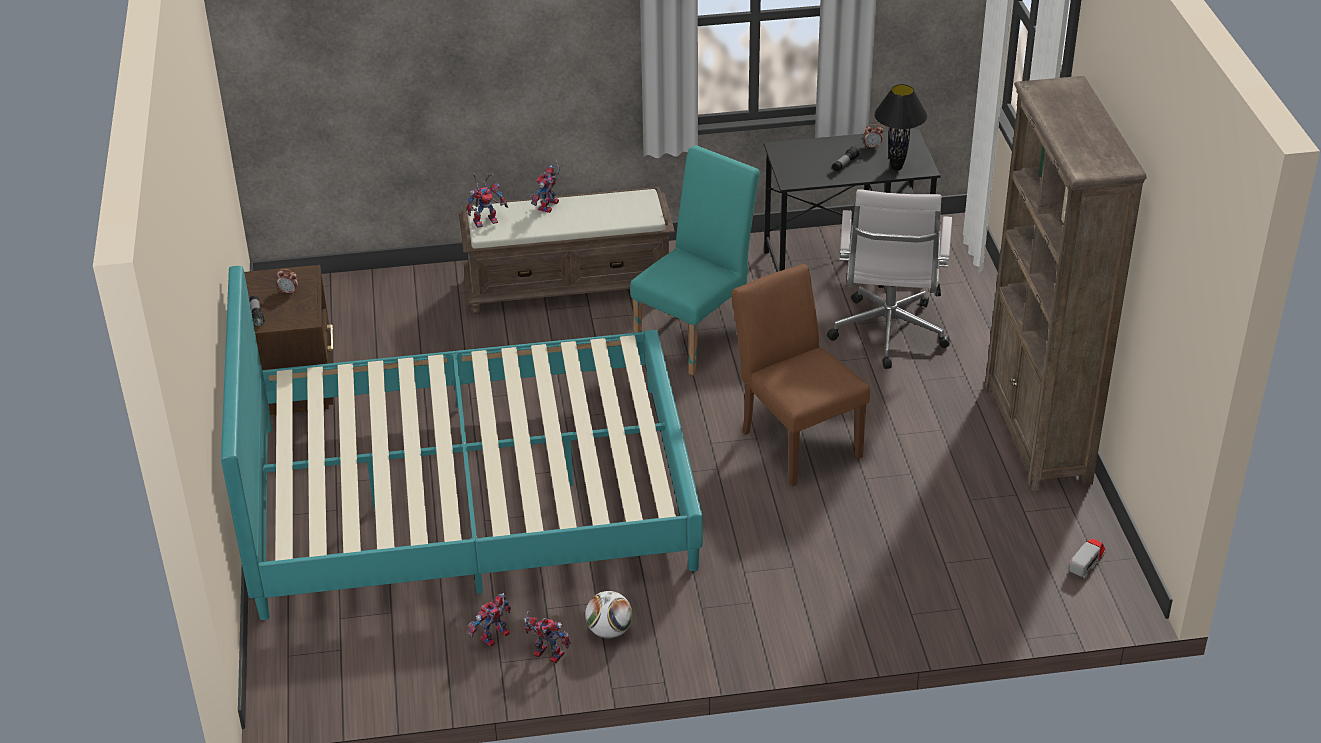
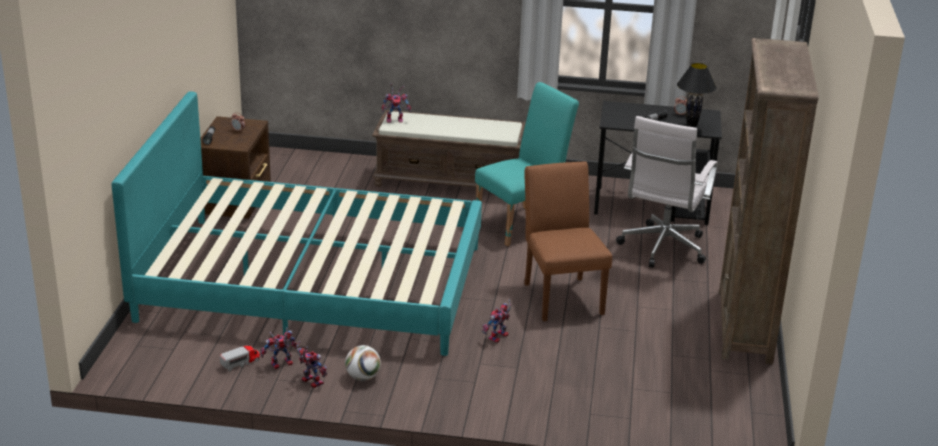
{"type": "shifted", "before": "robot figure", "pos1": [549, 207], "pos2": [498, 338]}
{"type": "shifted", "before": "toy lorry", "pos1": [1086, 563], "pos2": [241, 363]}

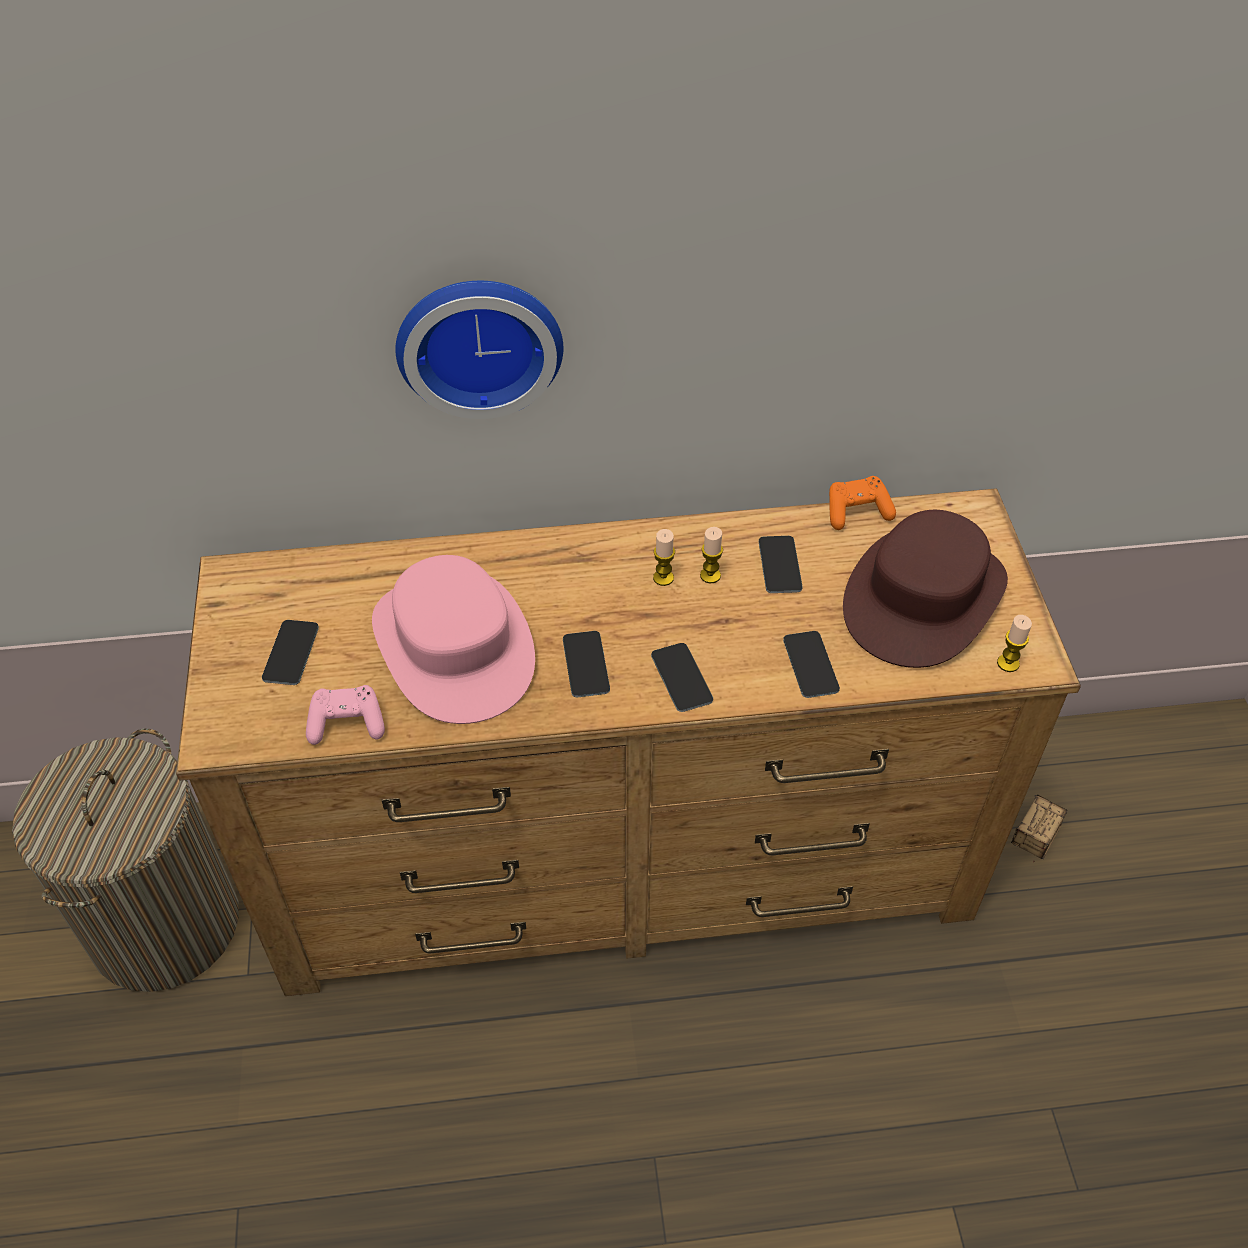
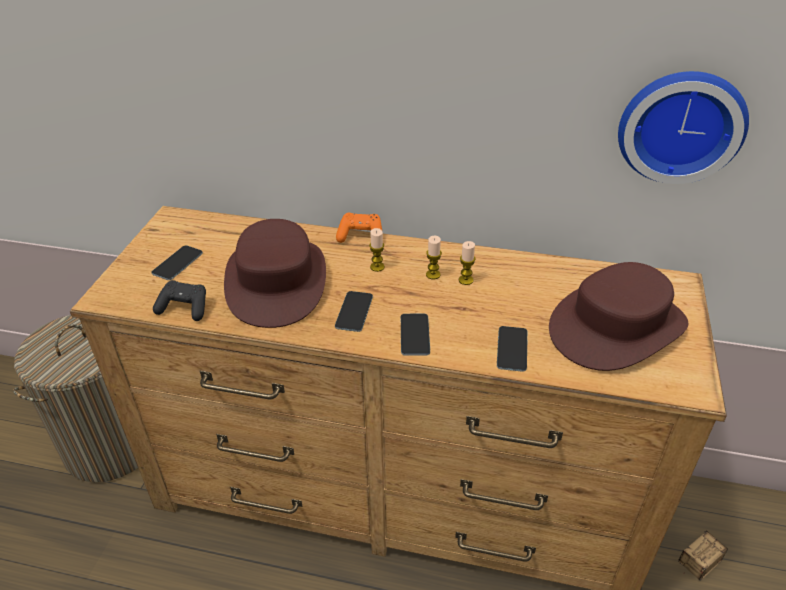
{"type": "shifted", "before": "hanging clock", "pos1": [479, 341], "pos2": [680, 125]}
{"type": "shifted", "before": "joypad (orangey)", "pos1": [857, 512], "pos2": [360, 236]}
{"type": "gone", "before": "phone", "pos1": [780, 565]}
{"type": "repainted", "before": "clothing hat (pinkish)", "after": "clothing hat (brown-coloured)", "pos1": [455, 645], "pos2": [277, 282]}
{"type": "shifted", "before": "wax light", "pos1": [1008, 663], "pos2": [377, 267]}
{"type": "repainted", "before": "joypad (pinkish)", "after": "joypad (blackish)", "pos1": [347, 723], "pos2": [184, 308]}

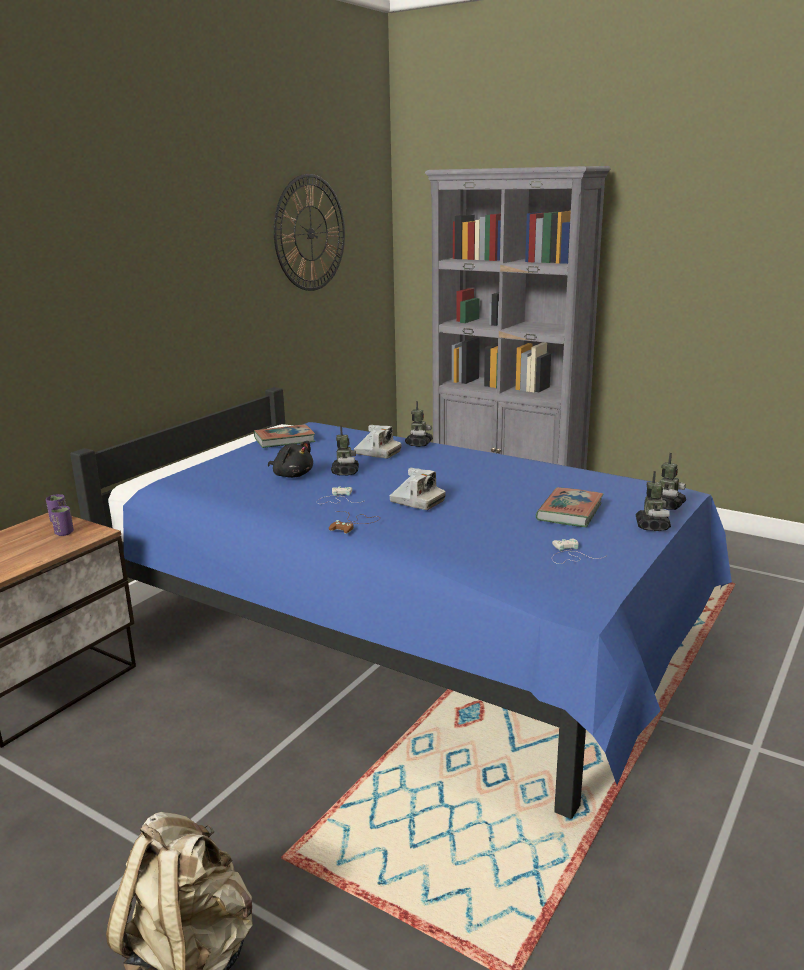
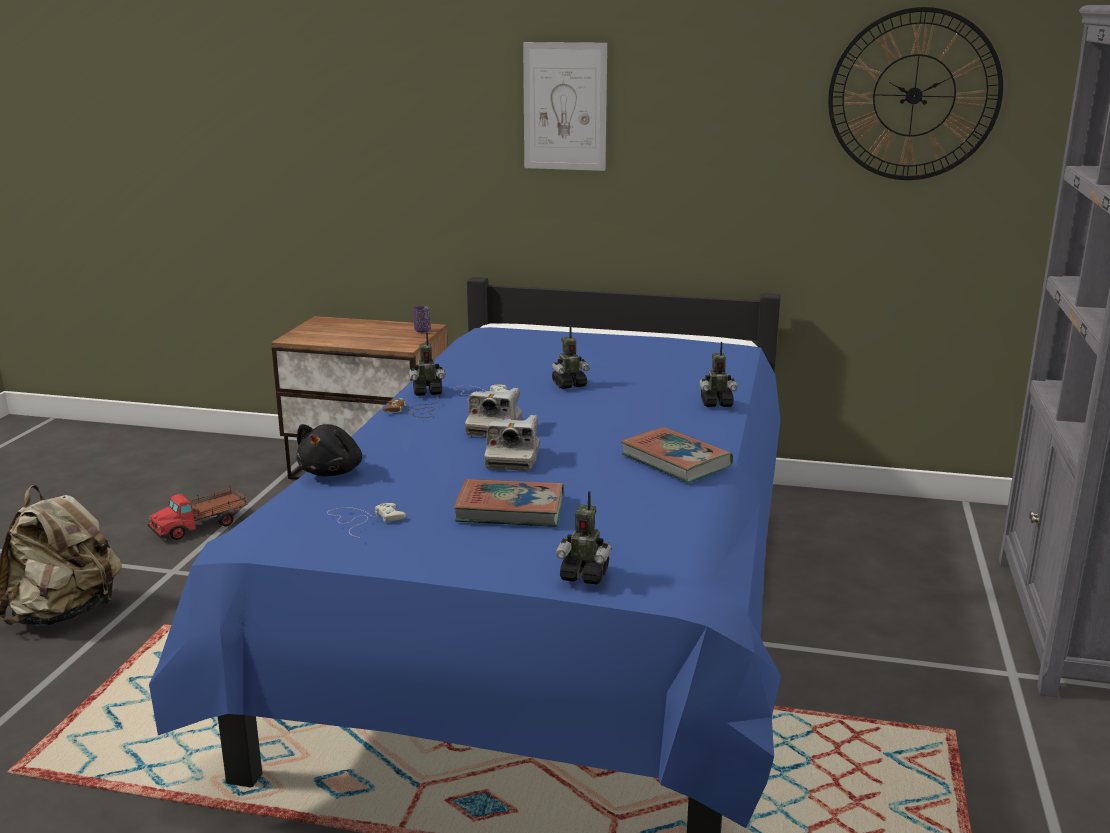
{"type": "shifted", "before": "volume", "pos1": [284, 440], "pos2": [676, 461]}
{"type": "shifted", "before": "photo camera", "pos1": [377, 453], "pos2": [513, 459]}
{"type": "shifted", "before": "cuddly toy (blackish)", "pos1": [292, 475], "pos2": [332, 472]}
{"type": "shifted", "before": "robot figure", "pos1": [652, 526], "pos2": [427, 392]}
{"type": "gone", "before": "cup (purple)", "pos1": [64, 533]}
{"type": "new", "after": "wall art", "pos2": [565, 107]}
{"type": "new", "after": "toy lorry", "pos2": [201, 525]}

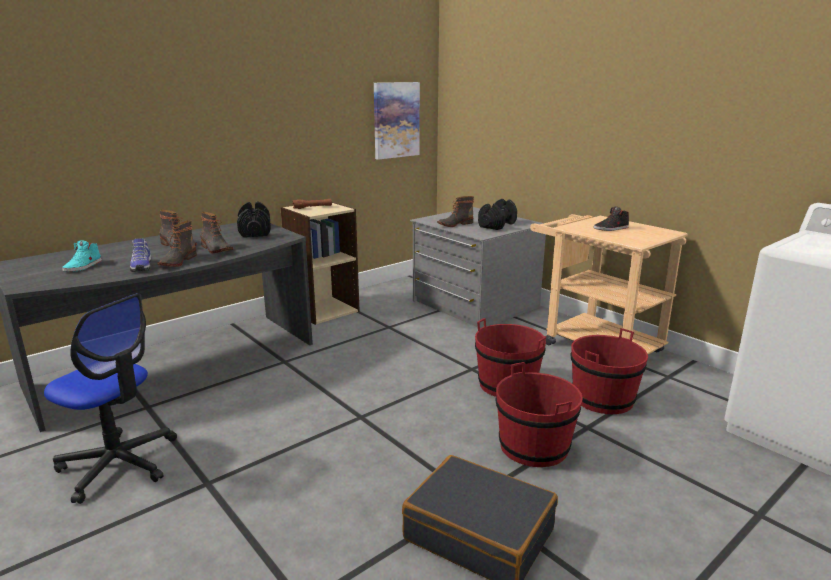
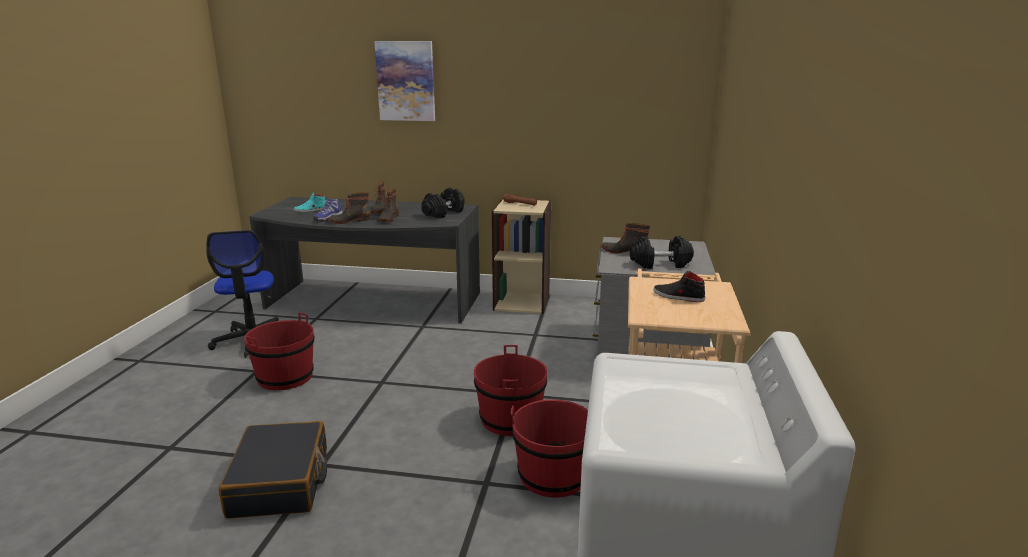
{"type": "shifted", "before": "wall art", "pos1": [396, 120], "pos2": [406, 81]}
{"type": "shifted", "before": "water bucket (red)", "pos1": [534, 446], "pos2": [285, 377]}

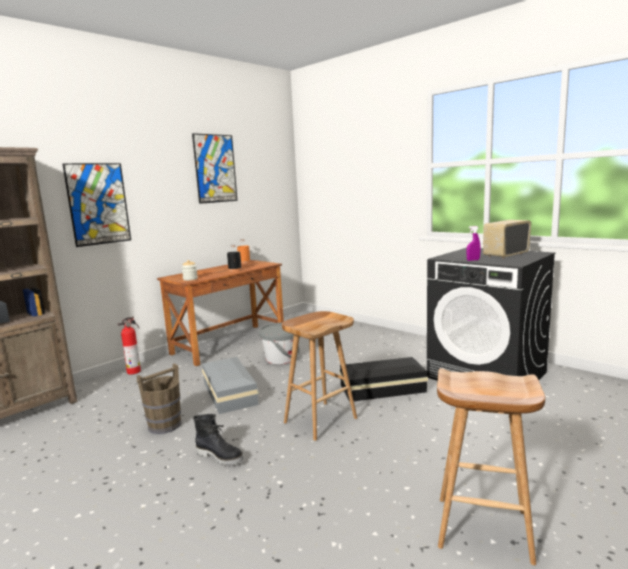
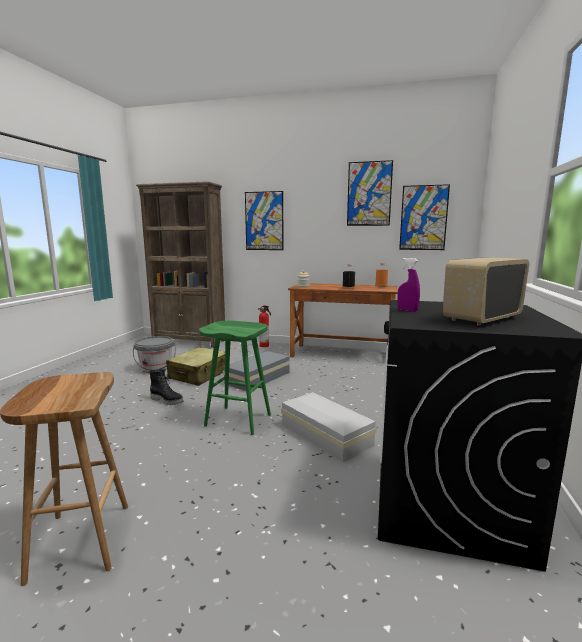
{"type": "rotated", "before": "radio set", "pos1": [505, 255], "pos2": [481, 319], "turn": -60}
{"type": "repainted", "before": "stool seat (brown-coloured)", "after": "stool seat (greenish)", "pos1": [320, 419], "pos2": [239, 420]}
{"type": "shifted", "before": "water bucket (gray)", "pos1": [281, 358], "pos2": [156, 368]}
{"type": "repainted", "before": "storage box (blackish)", "after": "storage box (whitish)", "pos1": [384, 388], "pos2": [326, 435]}
{"type": "swapped", "before": "water bucket (brown-coloured)", "after": "travel case (sand-coloured)", "pos1": [164, 425], "pos2": [199, 374]}
{"type": "rotated", "before": "high-top boot (blackish)", "pos1": [220, 457], "pos2": [167, 400], "turn": -60}
{"type": "new", "after": "wall art", "pos2": [423, 218]}

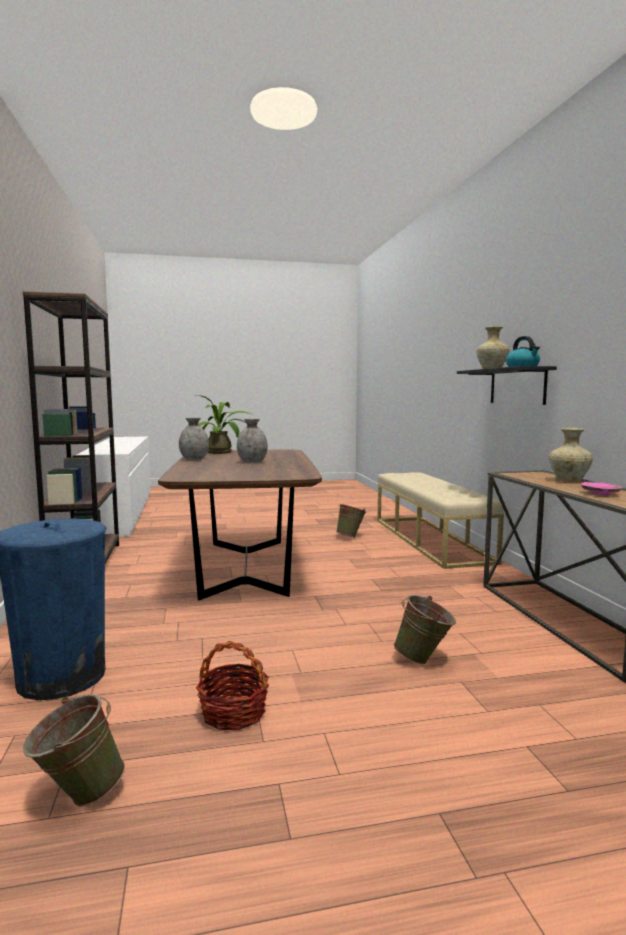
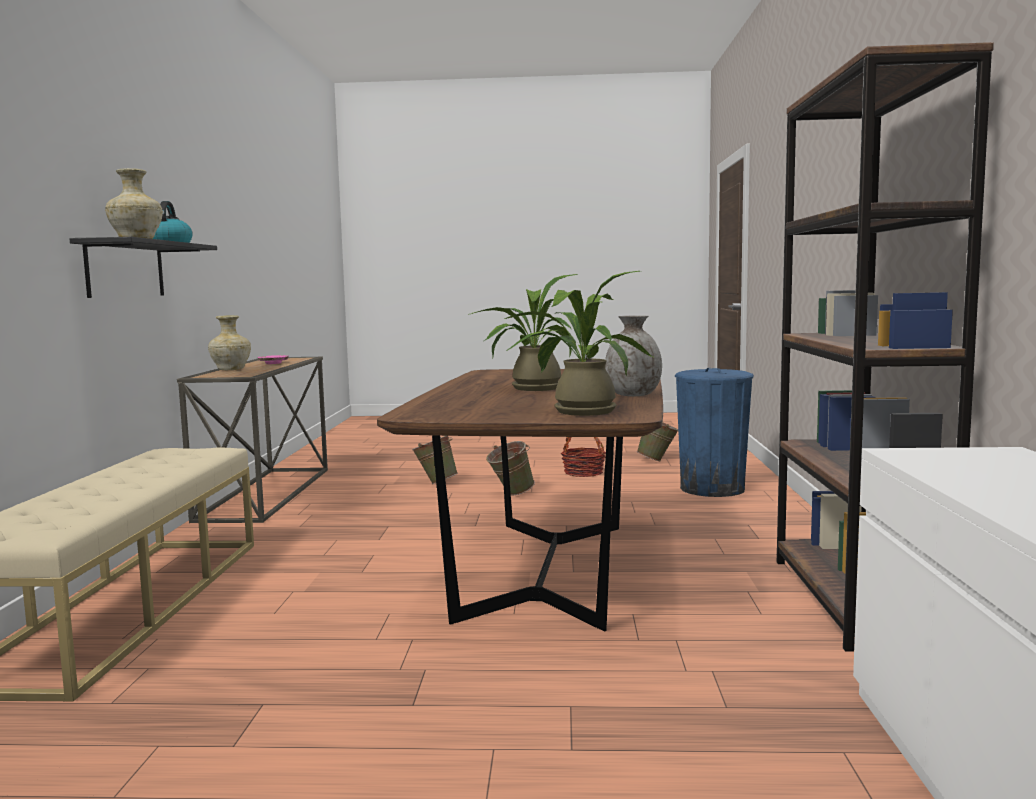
{"type": "swapped", "before": "decorative vase (gray)", "after": "potted plant", "pos1": [252, 462], "pos2": [530, 388]}
{"type": "shifted", "before": "water bucket (greenish)", "pos1": [350, 537], "pos2": [510, 494]}

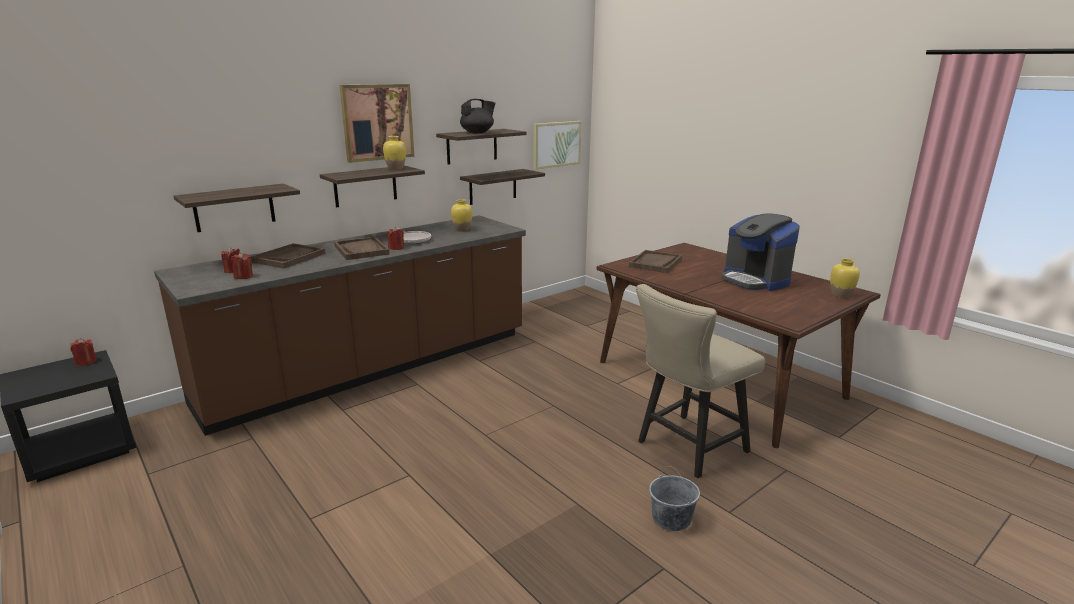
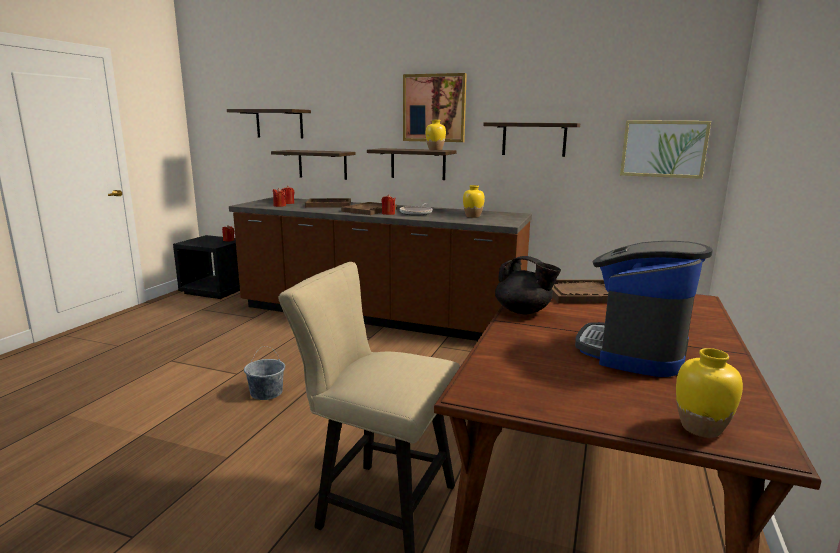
{"type": "shifted", "before": "tea pot (blackish)", "pos1": [478, 133], "pos2": [523, 311]}
{"type": "shifted", "before": "shelf", "pos1": [493, 186], "pos2": [279, 124]}
{"type": "shifted", "before": "water bucket (gray)", "pos1": [671, 518], "pos2": [266, 393]}

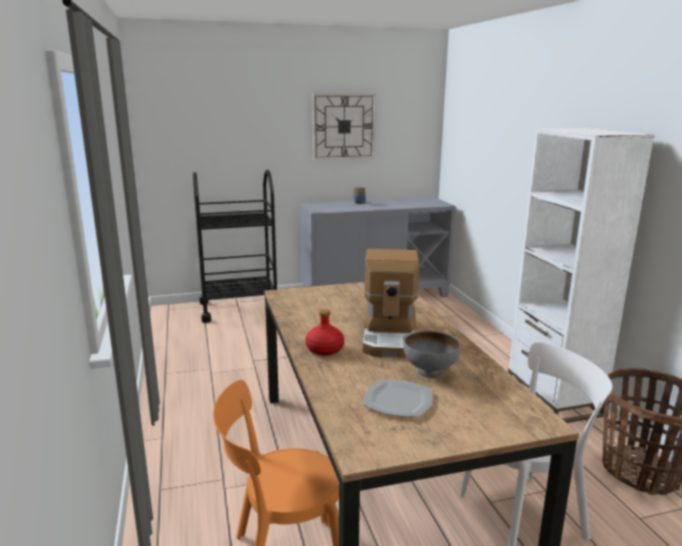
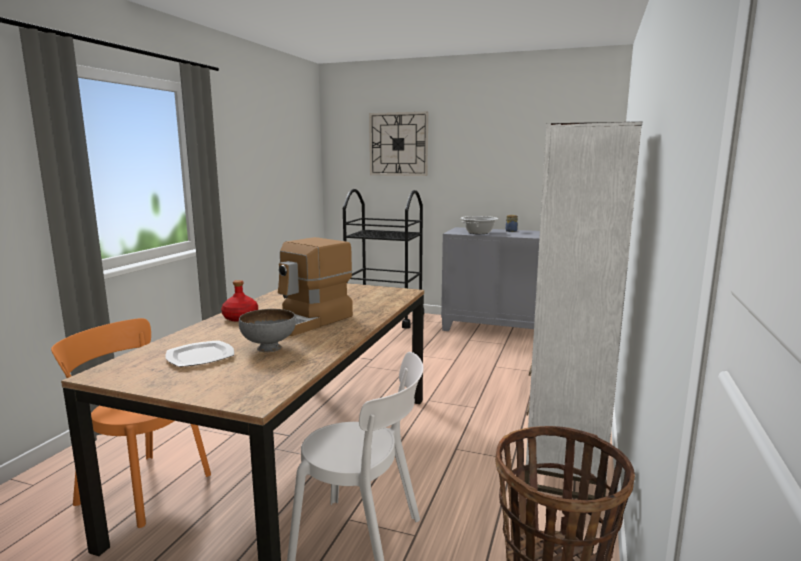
{"type": "shifted", "before": "hanging clock", "pos1": [344, 126], "pos2": [398, 144]}
{"type": "new", "after": "cooking pot", "pos2": [478, 232]}

